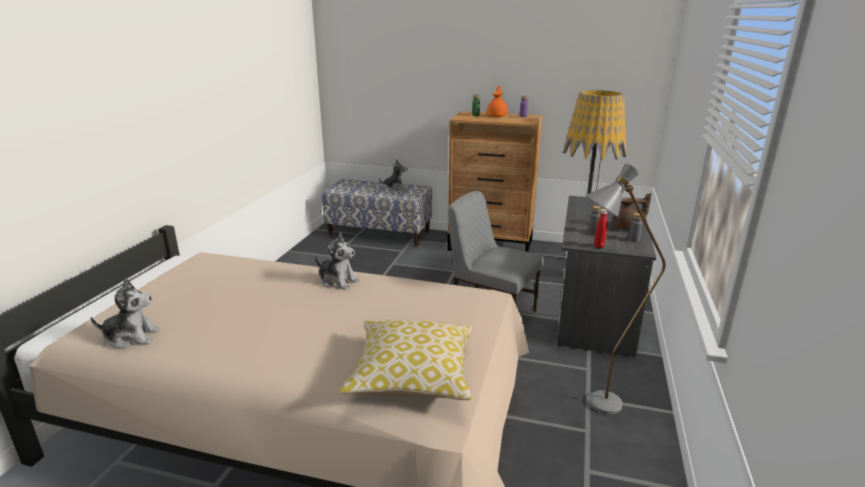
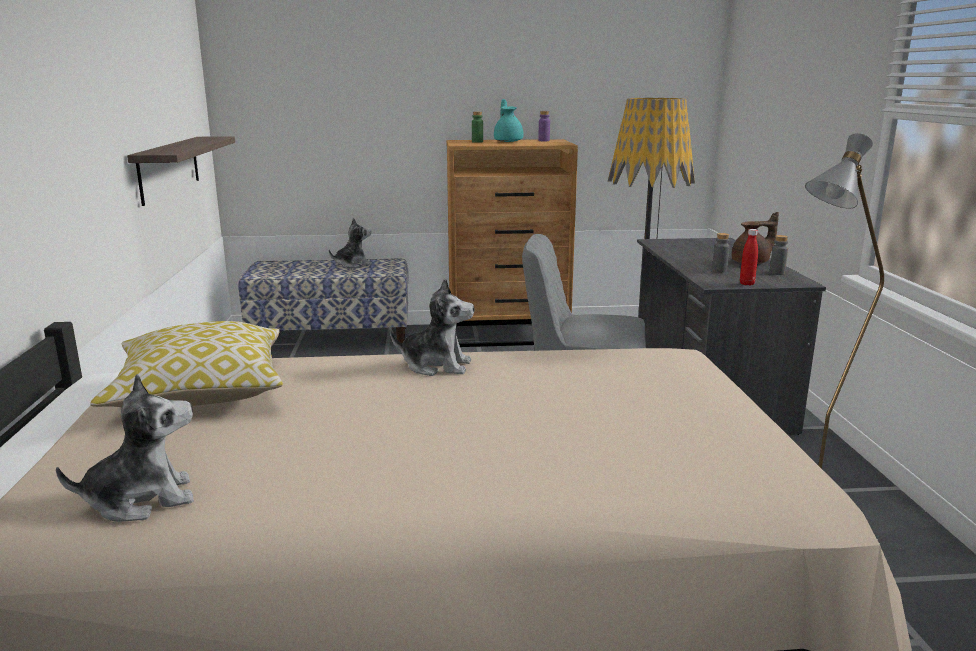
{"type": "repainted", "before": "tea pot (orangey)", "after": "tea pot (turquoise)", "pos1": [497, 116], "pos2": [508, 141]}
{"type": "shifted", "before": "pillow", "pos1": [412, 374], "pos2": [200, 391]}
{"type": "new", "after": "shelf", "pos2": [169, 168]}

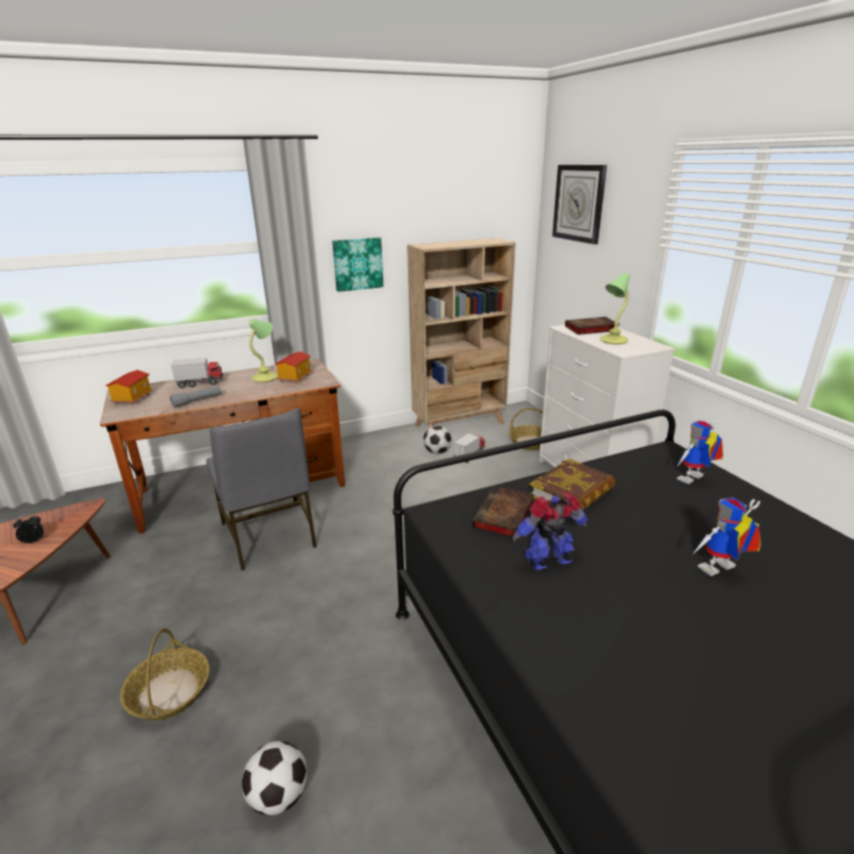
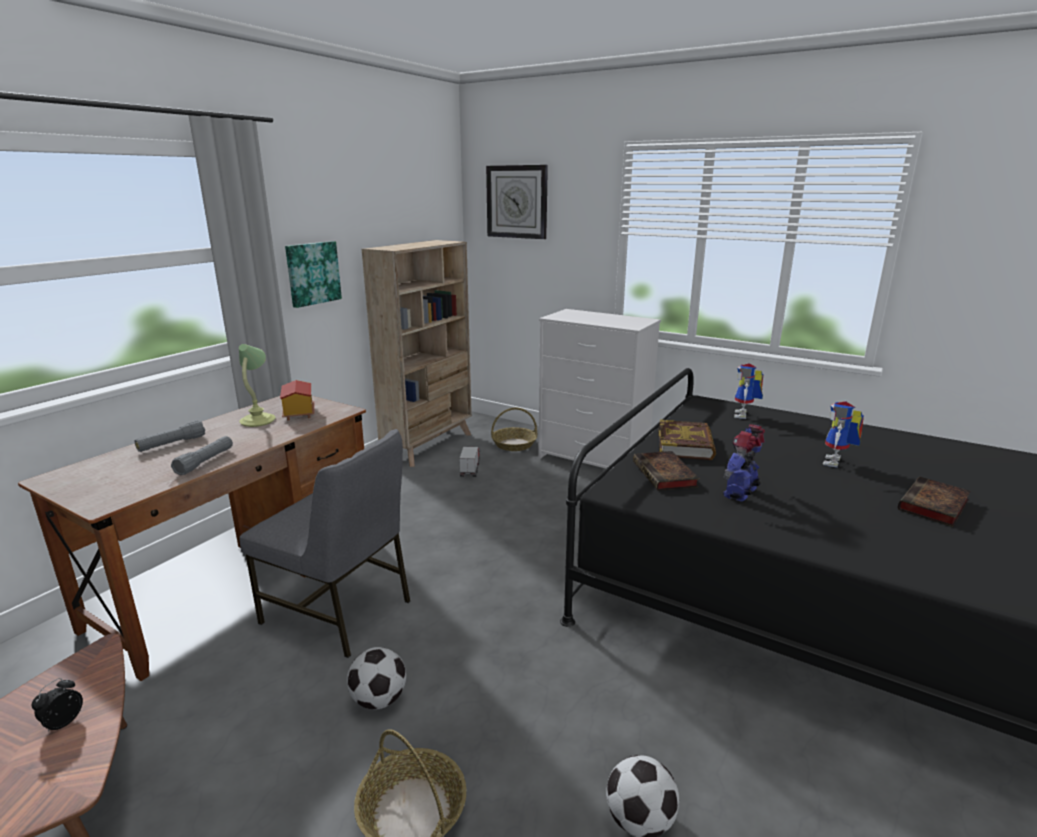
{"type": "gone", "before": "table lamp", "pos1": [612, 340]}
{"type": "shifted", "before": "volume", "pos1": [590, 329], "pos2": [933, 506]}
{"type": "swapped", "before": "toy lorry", "after": "hand torch (gray)", "pos1": [200, 383], "pos2": [172, 444]}
{"type": "gone", "before": "miniature house", "pos1": [132, 399]}
{"type": "shifted", "before": "football", "pos1": [437, 452], "pos2": [379, 699]}

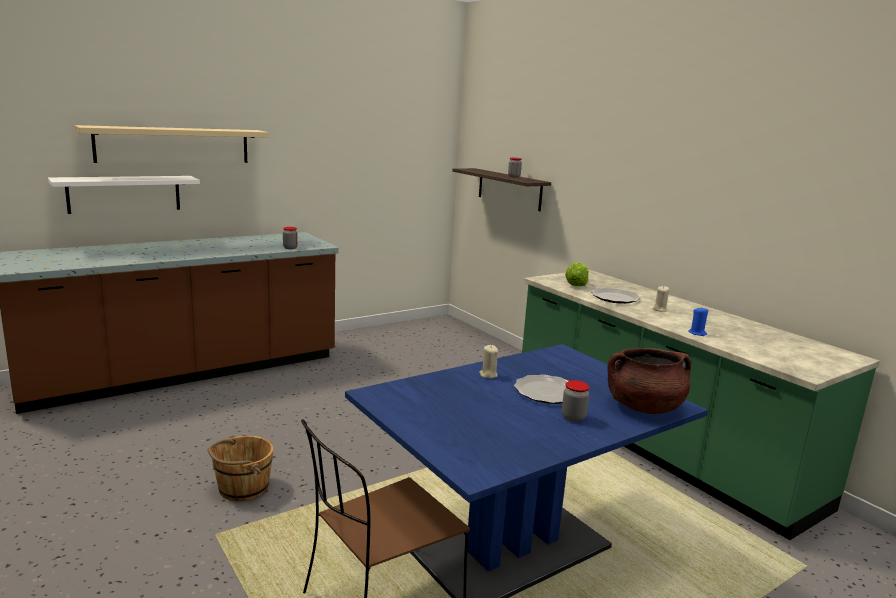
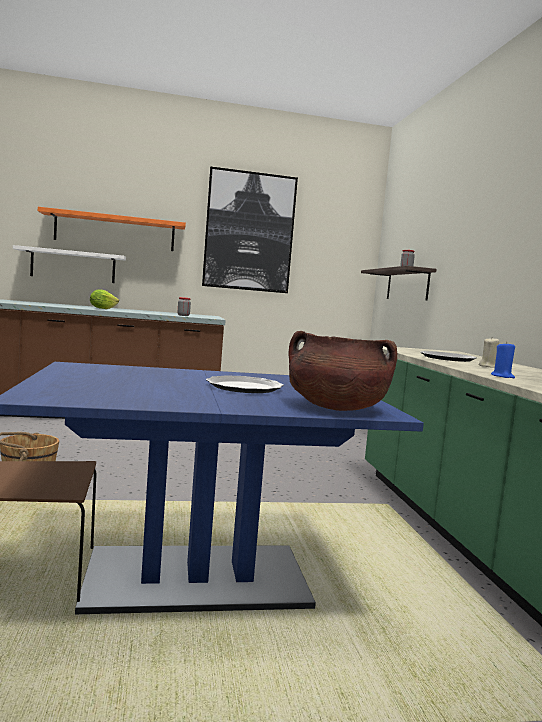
{"type": "repainted", "before": "shelf (sand-coloured)", "after": "shelf (orangey)", "pos1": [174, 145], "pos2": [115, 231]}
{"type": "shifted", "before": "head of lettuce", "pos1": [576, 285], "pos2": [102, 308]}
{"type": "gone", "before": "wax light (sand-coloured)", "pos1": [488, 375]}
{"type": "gone", "before": "storage jar", "pos1": [573, 417]}
{"type": "new", "after": "wall art", "pos2": [249, 232]}

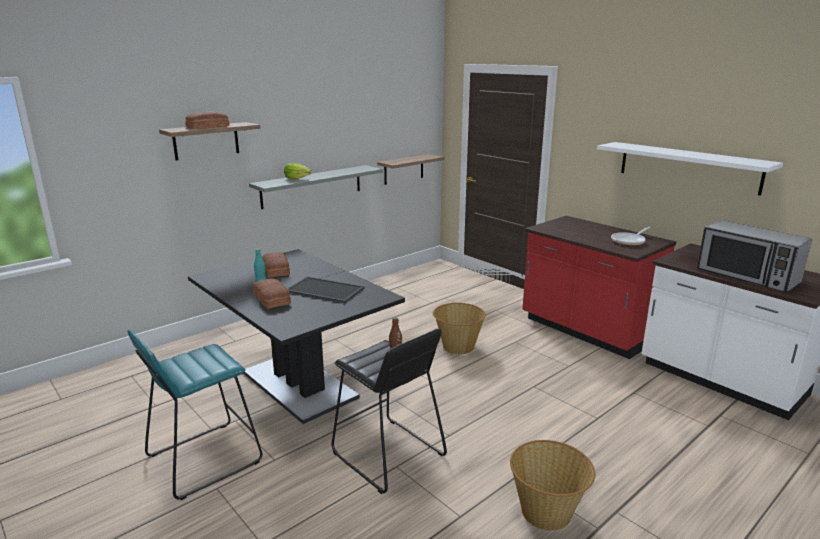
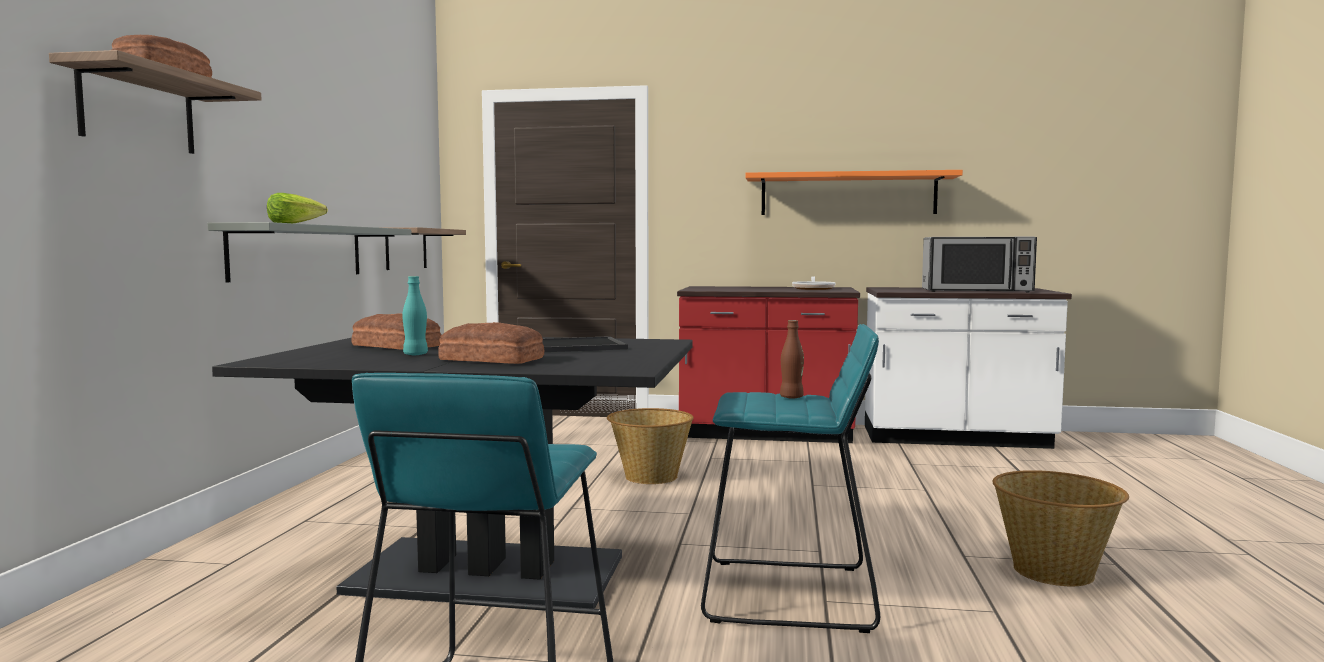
{"type": "repainted", "before": "shelf (whitish)", "after": "shelf (orangey)", "pos1": [688, 167], "pos2": [848, 194]}
{"type": "repainted", "before": "stool seat (blackish)", "after": "stool seat (turquoise)", "pos1": [387, 454], "pos2": [788, 594]}

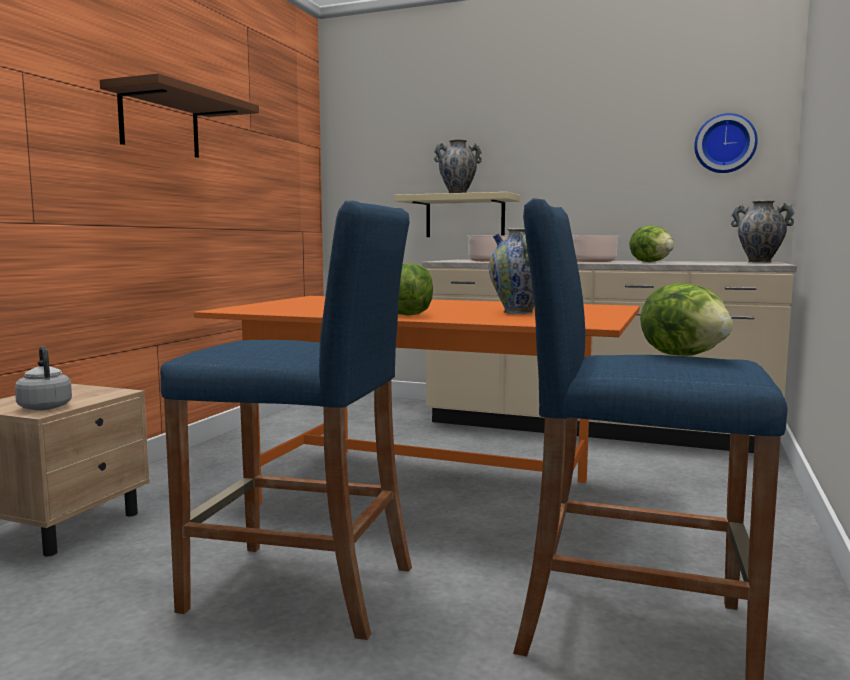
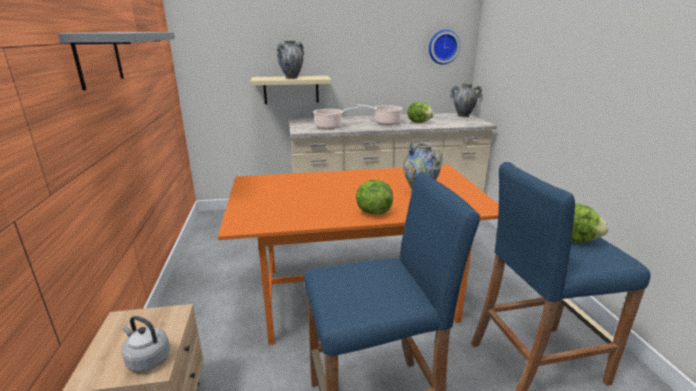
{"type": "repainted", "before": "shelf (brown-coloured)", "after": "shelf (gray)", "pos1": [160, 123], "pos2": [98, 58]}

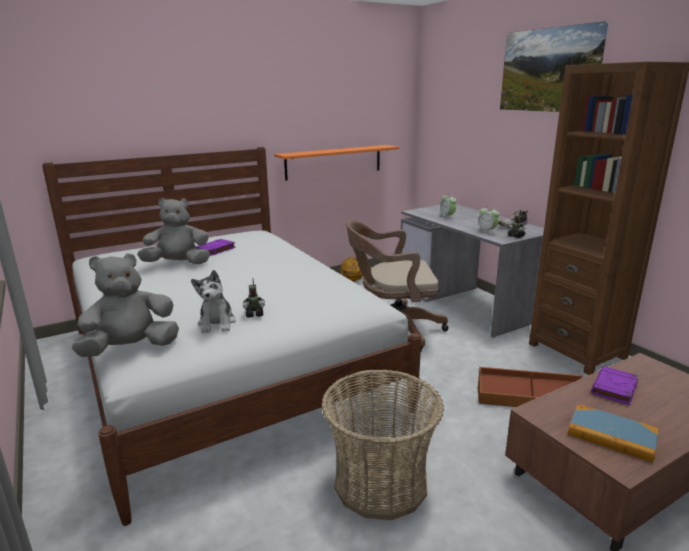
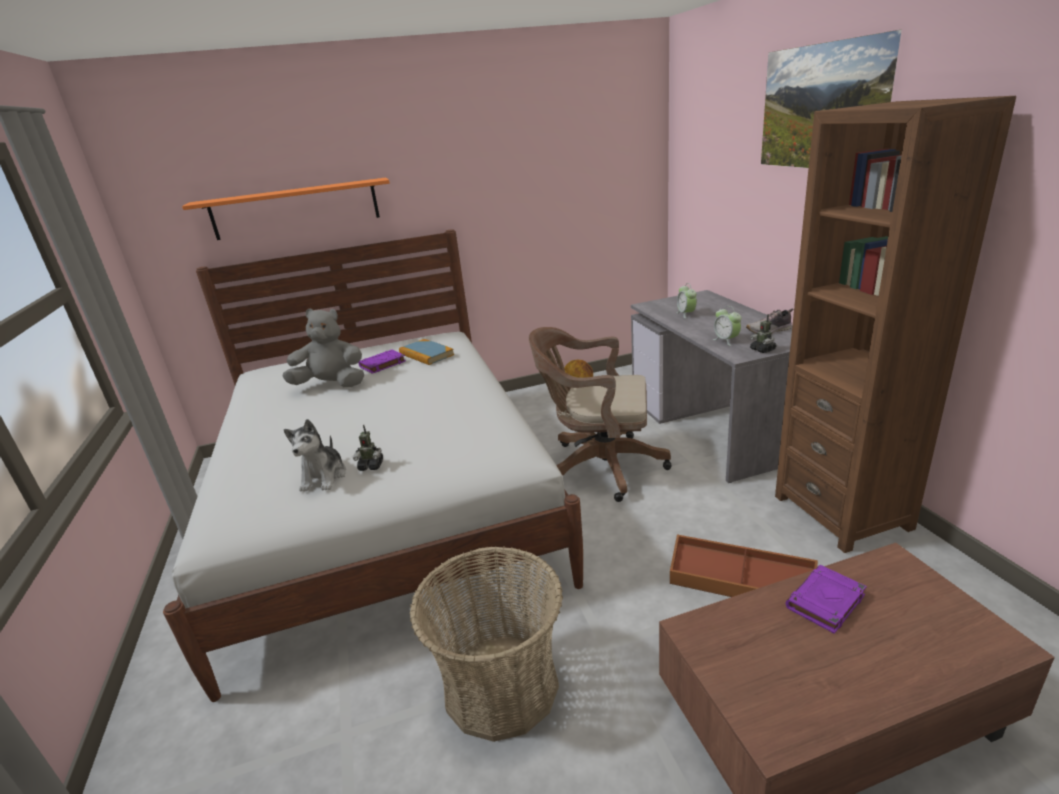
{"type": "shifted", "before": "shelf (orangey)", "pos1": [334, 162], "pos2": [296, 209]}
{"type": "gone", "before": "cuddly toy (gray)", "pos1": [131, 348]}
{"type": "shifted", "before": "volume", "pos1": [612, 435], "pos2": [426, 354]}

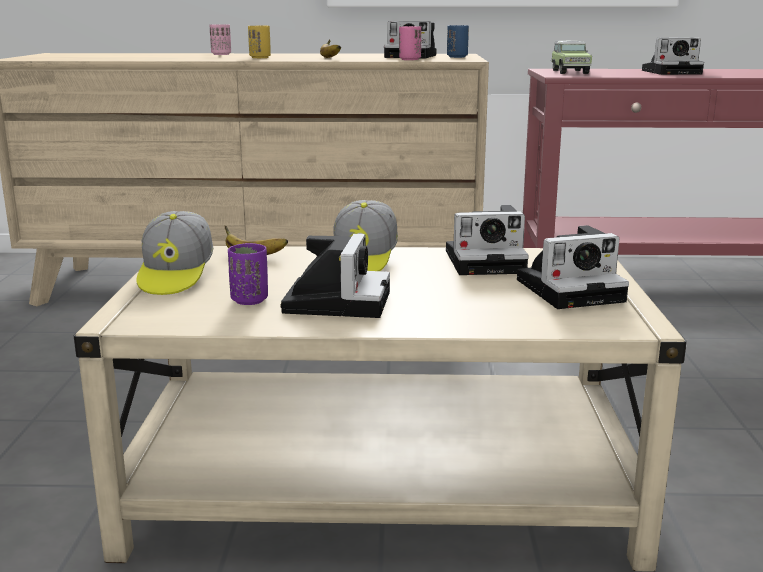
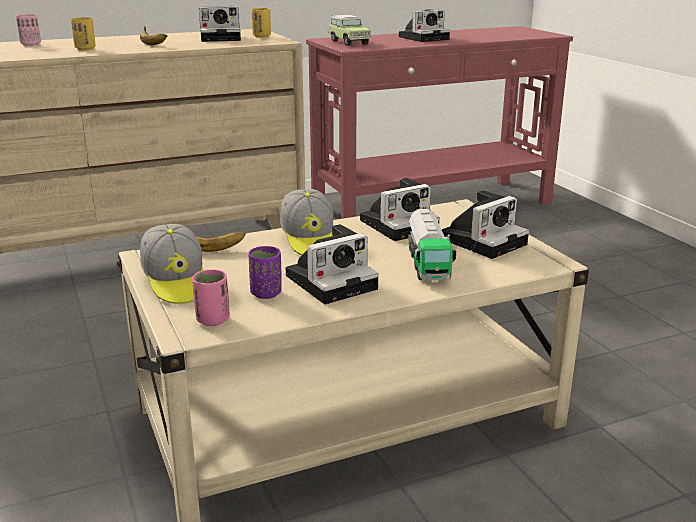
{"type": "repainted", "before": "cup (blue-coloured)", "after": "cup (yellowish)", "pos1": [457, 57], "pos2": [261, 36]}
{"type": "shifted", "before": "cup (pinkish)", "pos1": [409, 59], "pos2": [213, 320]}
{"type": "rotated", "before": "photo camera", "pos1": [336, 301], "pos2": [333, 281], "turn": 75}
{"type": "new", "after": "toy lorry", "pos2": [428, 263]}

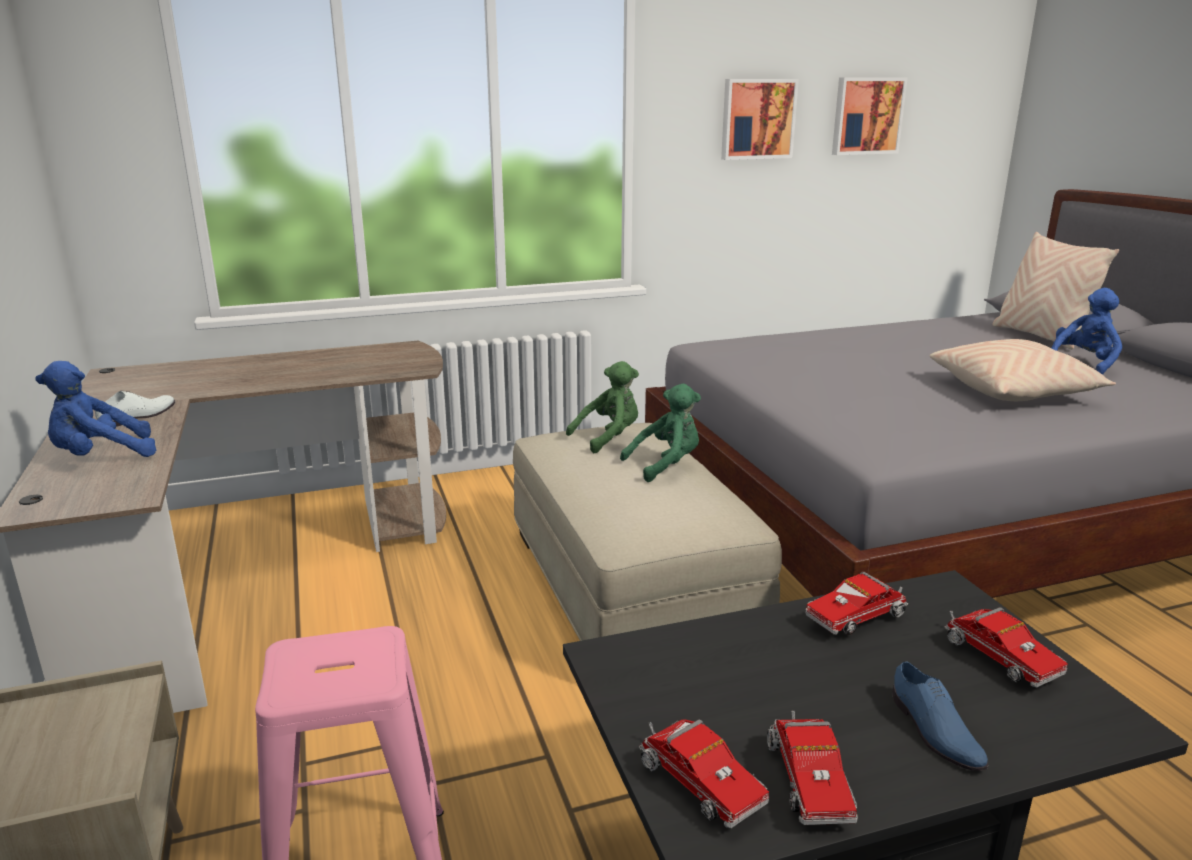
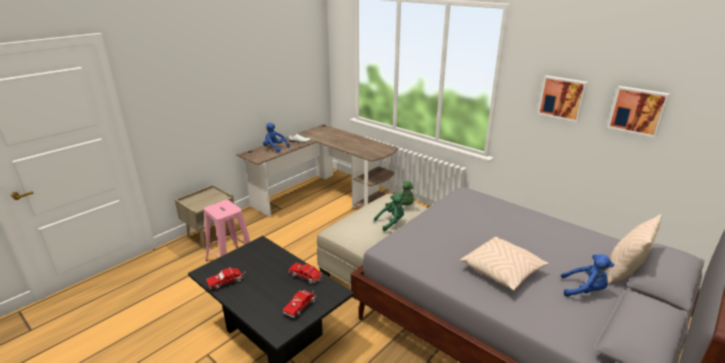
{"type": "rotated", "before": "cuddly toy (greenish)", "pos1": [666, 465], "pos2": [391, 222], "turn": -60}
{"type": "gone", "before": "low shoe (blue-coloured)", "pos1": [933, 730]}
{"type": "gone", "before": "toy lorry", "pos1": [695, 782]}

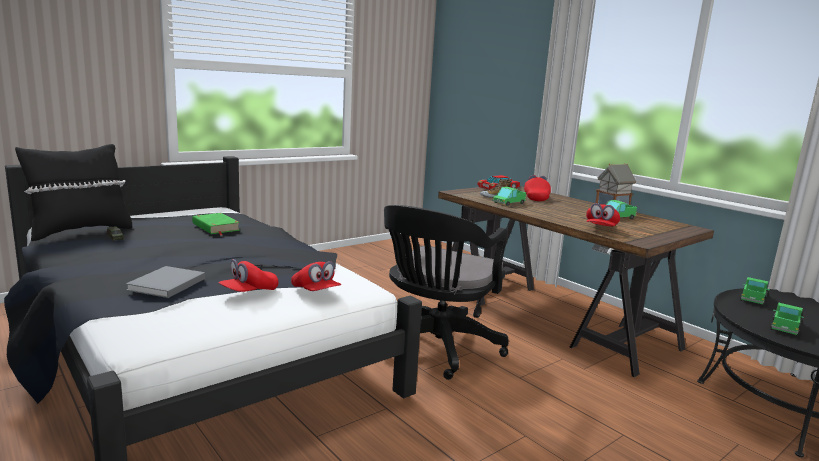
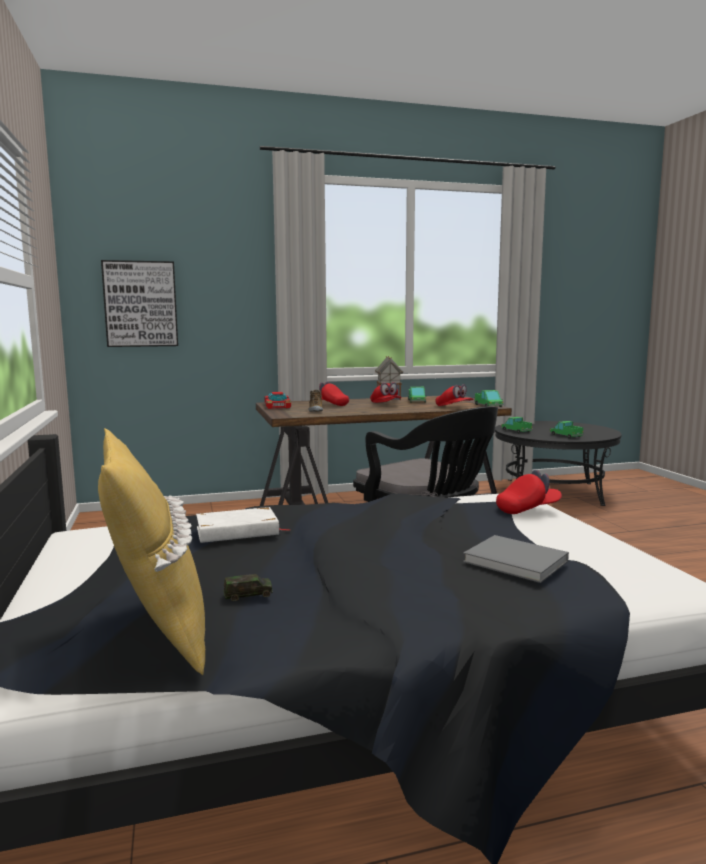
{"type": "repainted", "before": "pillow (blackish)", "after": "pillow (yellowish)", "pos1": [80, 231], "pos2": [156, 629]}
{"type": "shifted", "before": "toy lorry", "pos1": [508, 203], "pos2": [488, 405]}
{"type": "repainted", "before": "volume (greenish)", "after": "volume (whitish)", "pos1": [215, 227], "pos2": [237, 531]}
{"type": "shifted", "before": "peaked cap (red)", "pos1": [249, 292], "pos2": [385, 404]}
{"type": "new", "after": "wall art", "pos2": [140, 304]}

